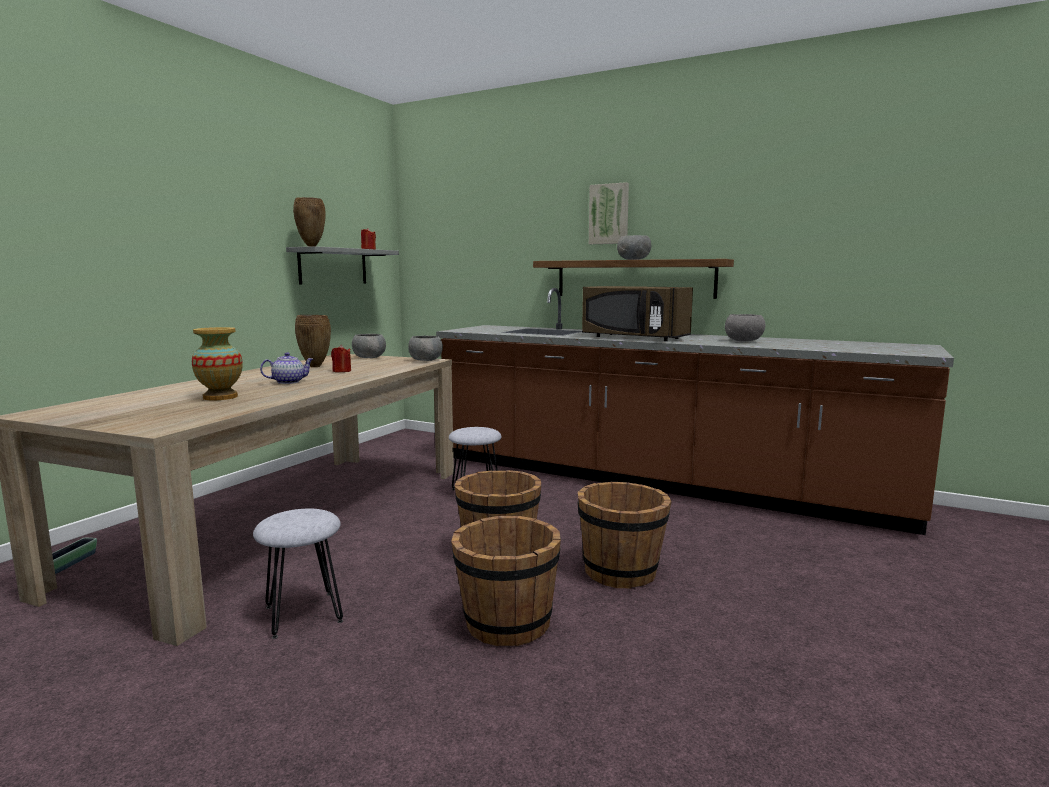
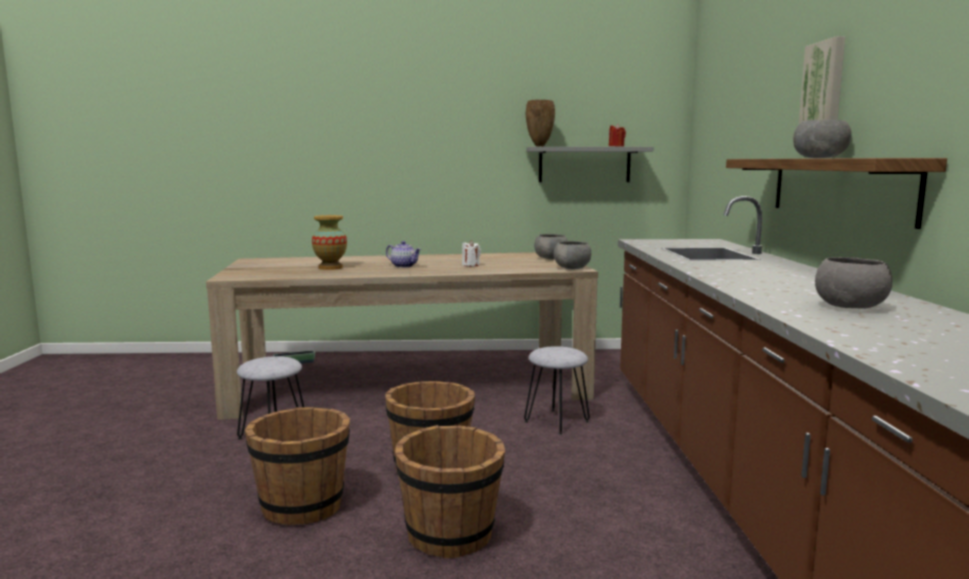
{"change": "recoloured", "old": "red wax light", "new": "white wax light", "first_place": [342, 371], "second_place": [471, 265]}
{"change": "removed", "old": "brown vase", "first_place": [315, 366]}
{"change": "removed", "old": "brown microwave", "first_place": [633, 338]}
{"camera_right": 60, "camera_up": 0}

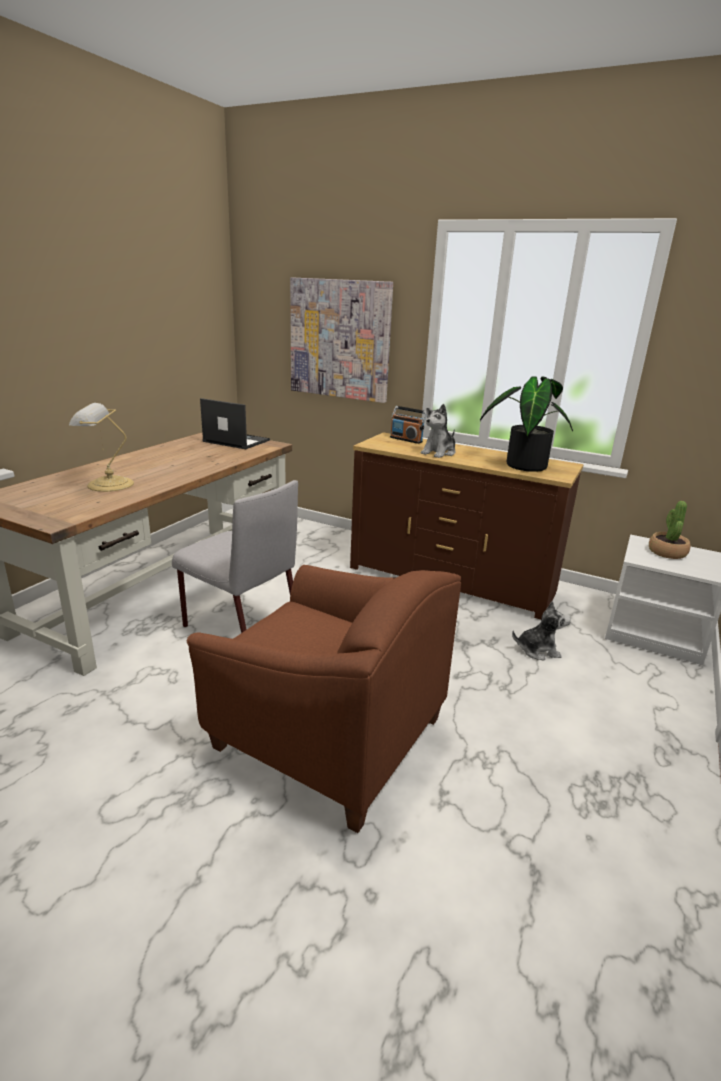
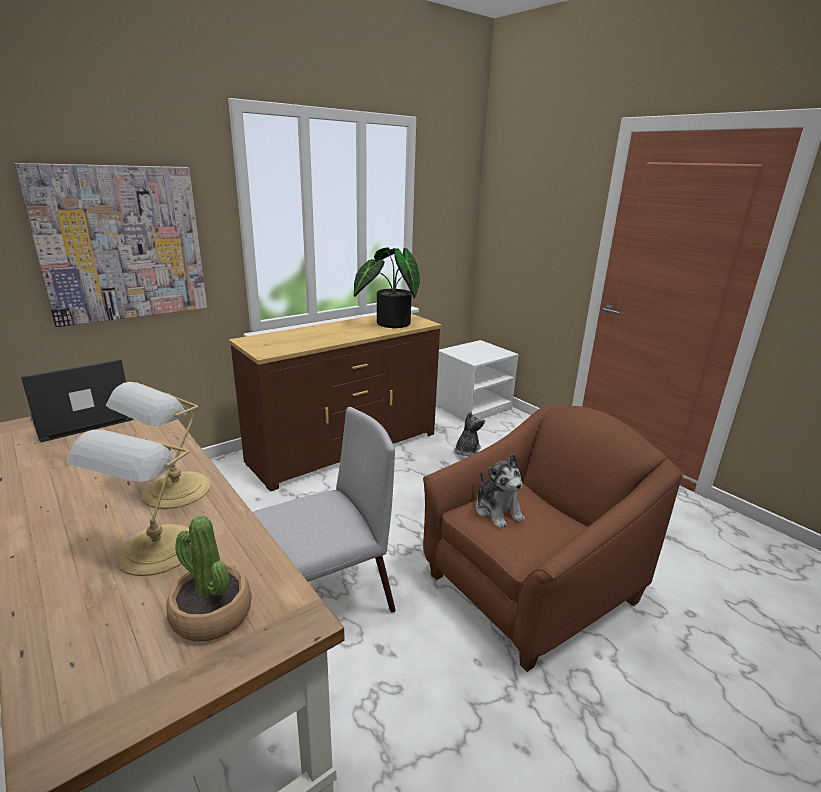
{"change": "added", "new": "lamp for a table", "second_place": [173, 491]}
{"change": "moved", "old": "plant in a pot", "first_place": [667, 552], "second_place": [211, 614]}
{"change": "moved", "old": "soft toy", "first_place": [439, 453], "second_place": [498, 511]}
{"change": "removed", "old": "radio receiver", "first_place": [406, 439]}
{"camera_right": -65, "camera_up": 0}

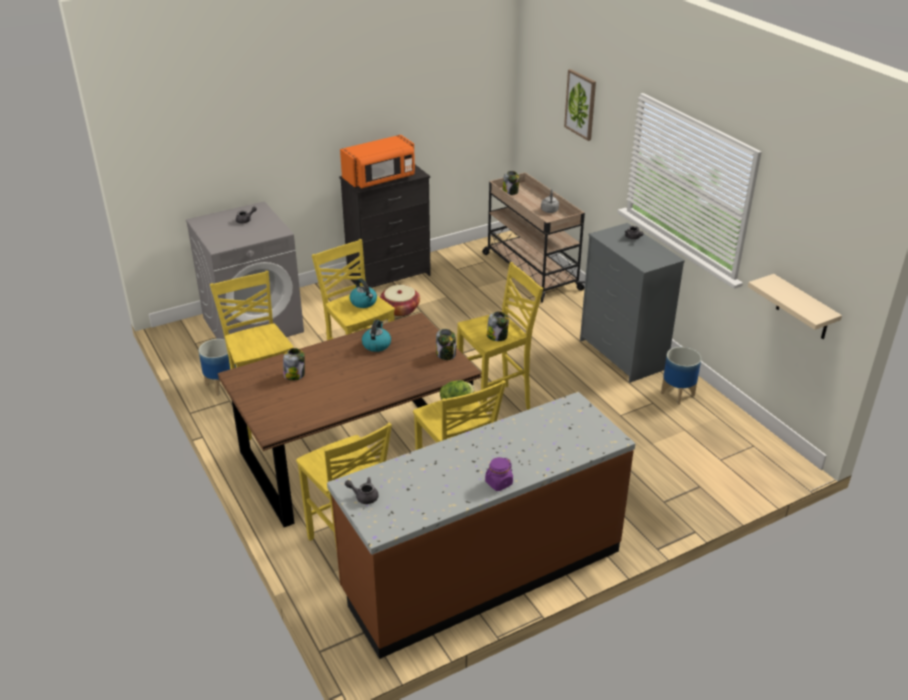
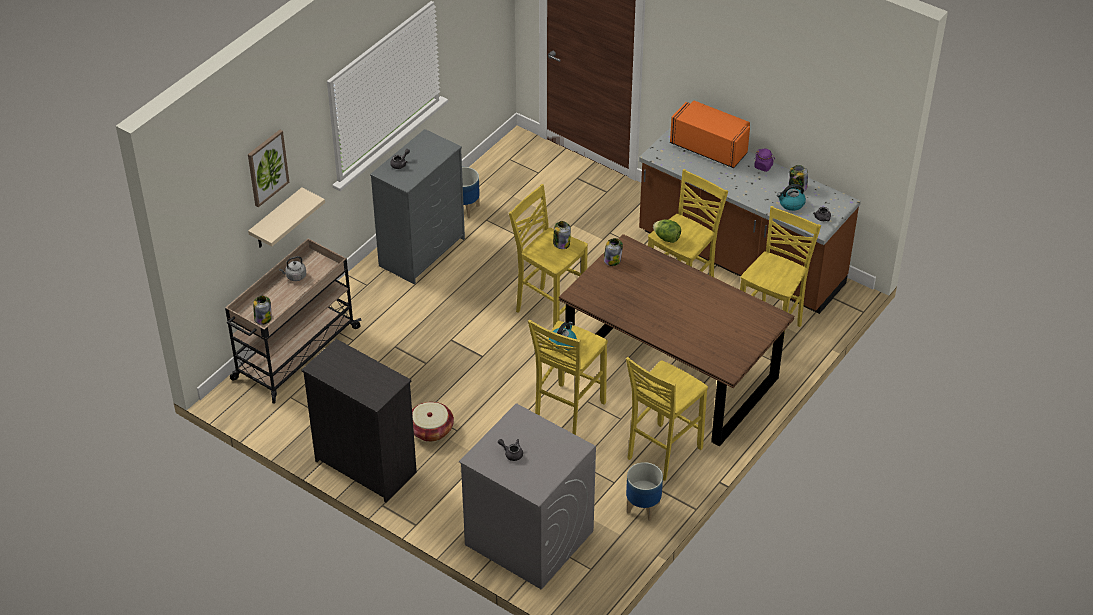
{"change": "moved", "old": "beige-coloured bracket shelf", "first_place": [803, 308], "second_place": [276, 220]}
{"change": "moved", "old": "orange-coloured microwave", "first_place": [380, 179], "second_place": [710, 148]}
{"change": "moved", "old": "water kettle", "first_place": [376, 344], "second_place": [791, 204]}
{"change": "moved", "old": "storage jar", "first_place": [294, 375], "second_place": [797, 187]}
{"camera_right": -115, "camera_up": 10}

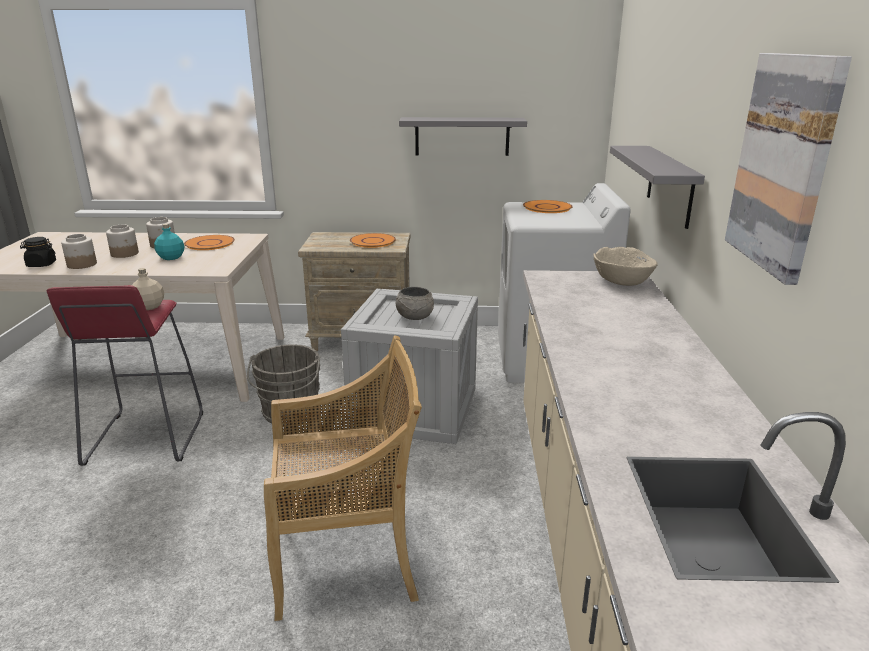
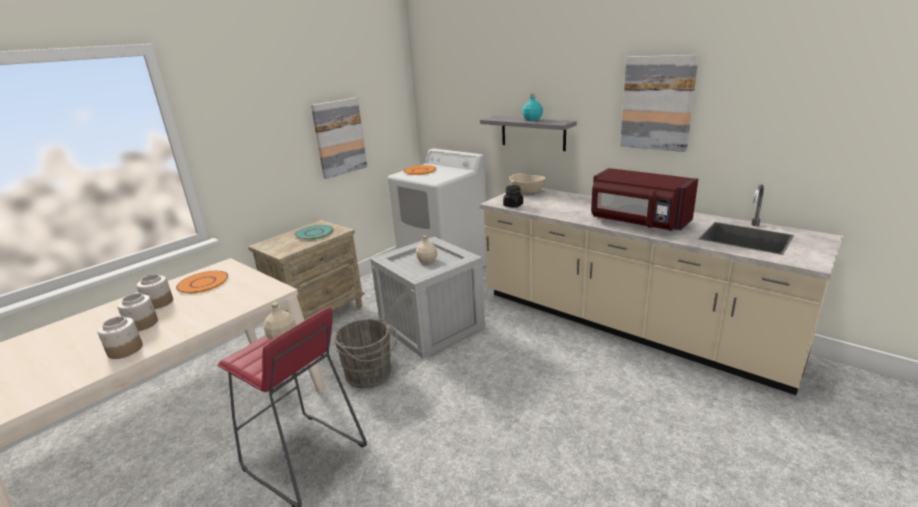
{"change": "recoloured", "old": "orange-coloured flat dish", "new": "turquoise flat dish", "first_place": [373, 241], "second_place": [314, 233]}
{"change": "replaced", "old": "greyish bracket shelf", "new": "wall art", "first_place": [462, 136], "second_place": [339, 137]}
{"change": "replaced", "old": "greyish deep dish", "new": "beige-coloured beverage bottle", "first_place": [414, 317], "second_place": [427, 261]}
{"change": "moved", "old": "blackish storage jar", "first_place": [41, 264], "second_place": [513, 205]}
{"change": "moved", "old": "turquoise beverage bottle", "first_place": [171, 257], "second_place": [532, 120]}
{"change": "added", "new": "red microwave", "second_place": [637, 222]}
{"change": "removed", "old": "beige-coloured upright chair", "first_place": [347, 558]}
{"camera_right": -50, "camera_up": 0}

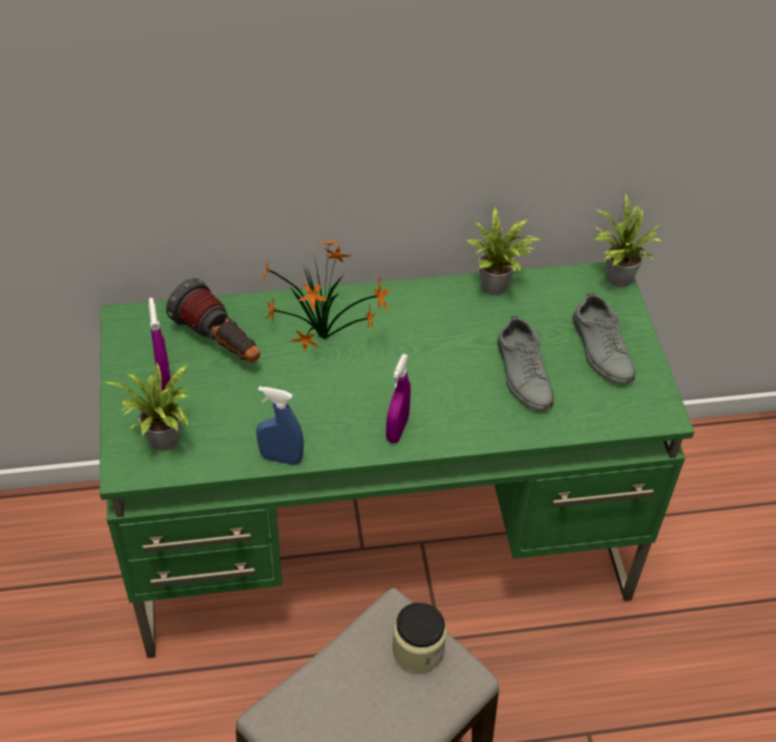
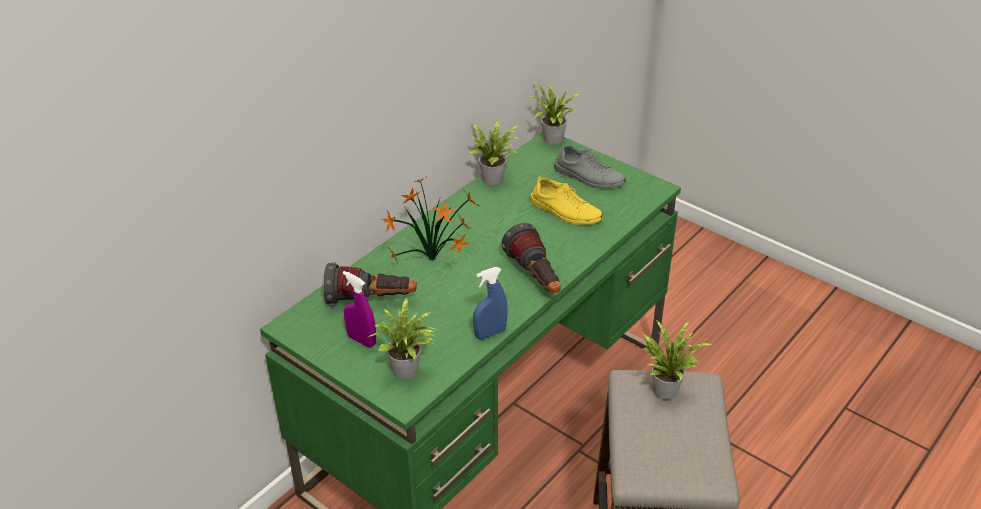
{"change": "replaced", "old": "purplish spray bottle", "new": "hand torch", "first_place": [397, 429], "second_place": [535, 278]}
{"change": "recoloured", "old": "greyish low shoe", "new": "yellow low shoe", "first_place": [523, 373], "second_place": [565, 211]}
{"change": "replaced", "old": "storage jar", "new": "plant in a pot", "first_place": [418, 650], "second_place": [664, 388]}
{"camera_right": -40, "camera_up": -10}

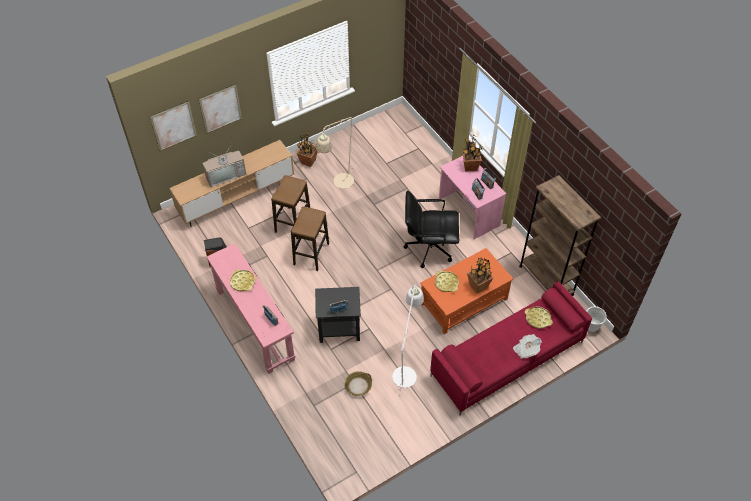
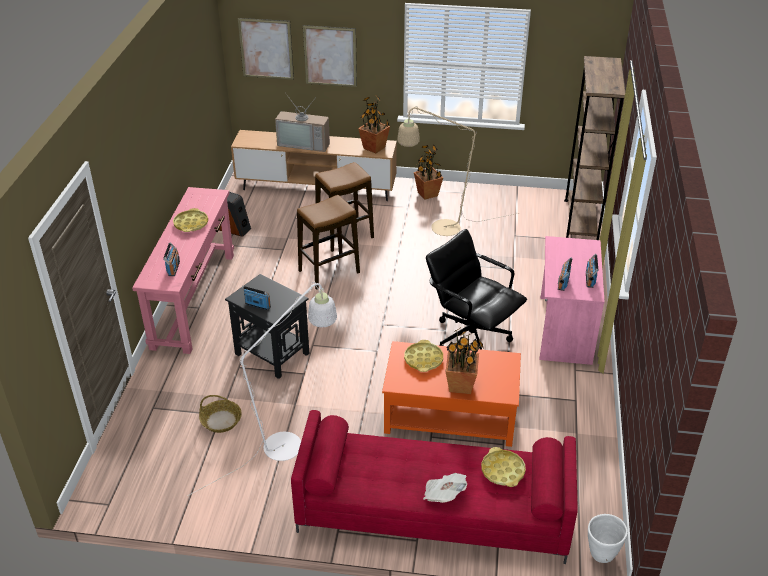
{"change": "moved", "old": "plant in a pot", "first_place": [470, 167], "second_place": [374, 148]}
{"change": "moved", "old": "brown shelving unit", "first_place": [546, 280], "second_place": [581, 221]}
{"camera_right": 40, "camera_up": -15}

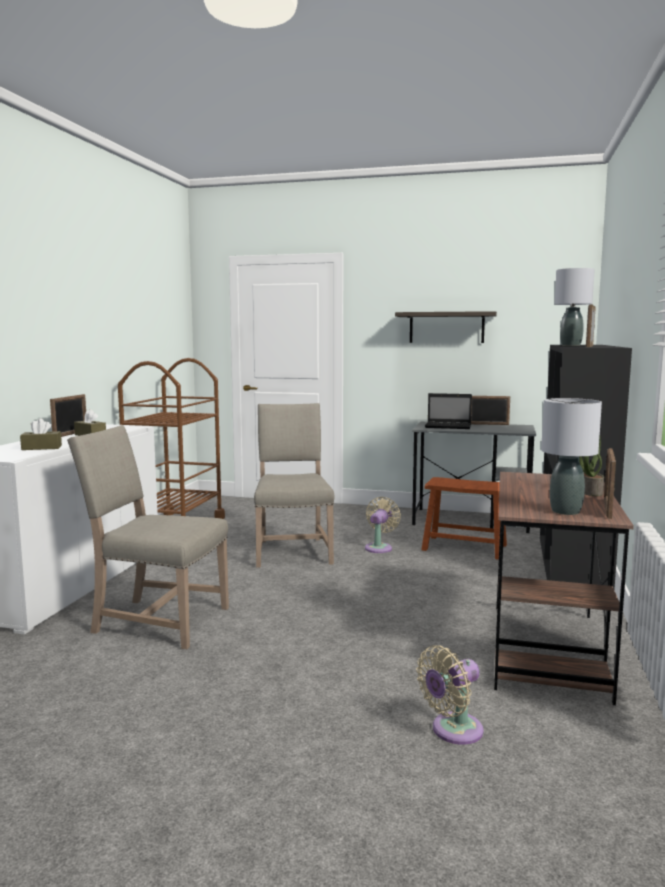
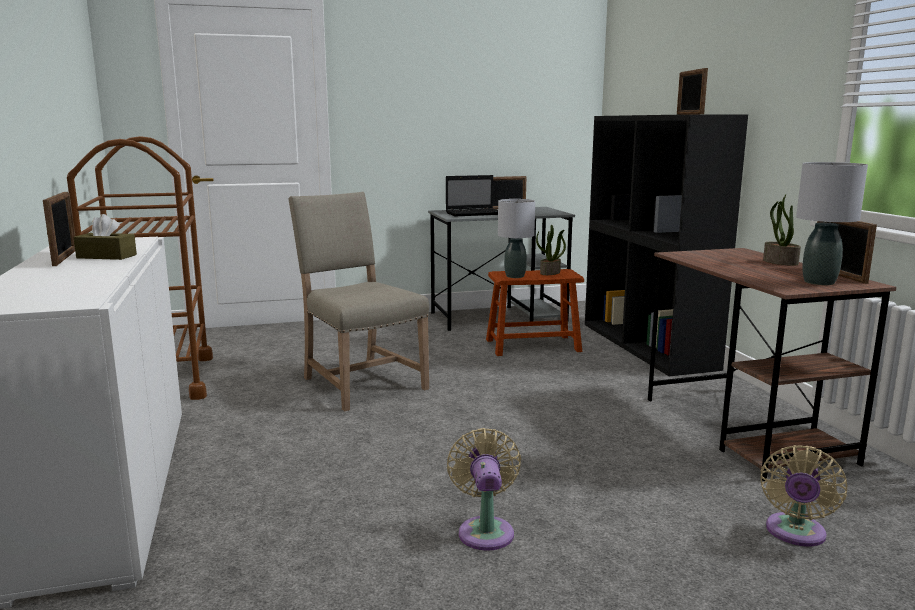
{"change": "moved", "old": "beige-coloured fan", "first_place": [379, 547], "second_place": [485, 530]}
{"change": "moved", "old": "greyish lamp for a table", "first_place": [571, 345], "second_place": [515, 276]}
{"change": "added", "new": "plant in a pot", "second_place": [550, 273]}
{"change": "removed", "old": "brown box of tissues", "first_place": [41, 448]}
{"change": "removed", "old": "beige-coloured upright chair", "first_place": [156, 621]}
{"change": "removed", "old": "bracket shelf", "first_place": [446, 327]}
{"camera_right": -30, "camera_up": 5}

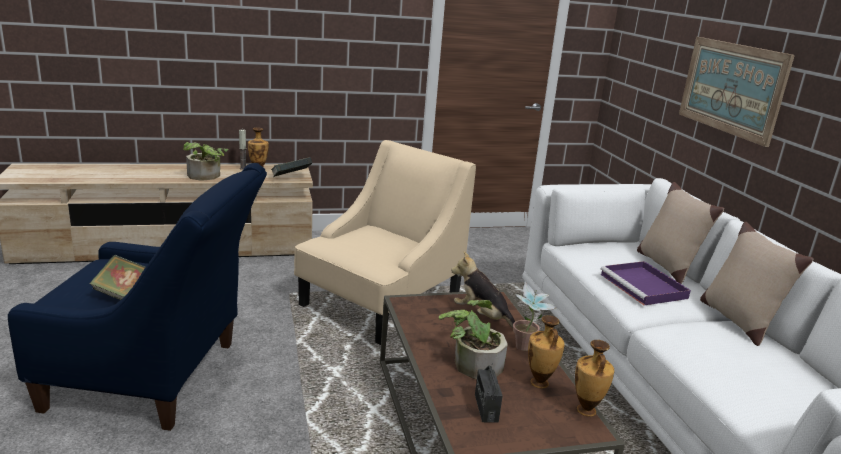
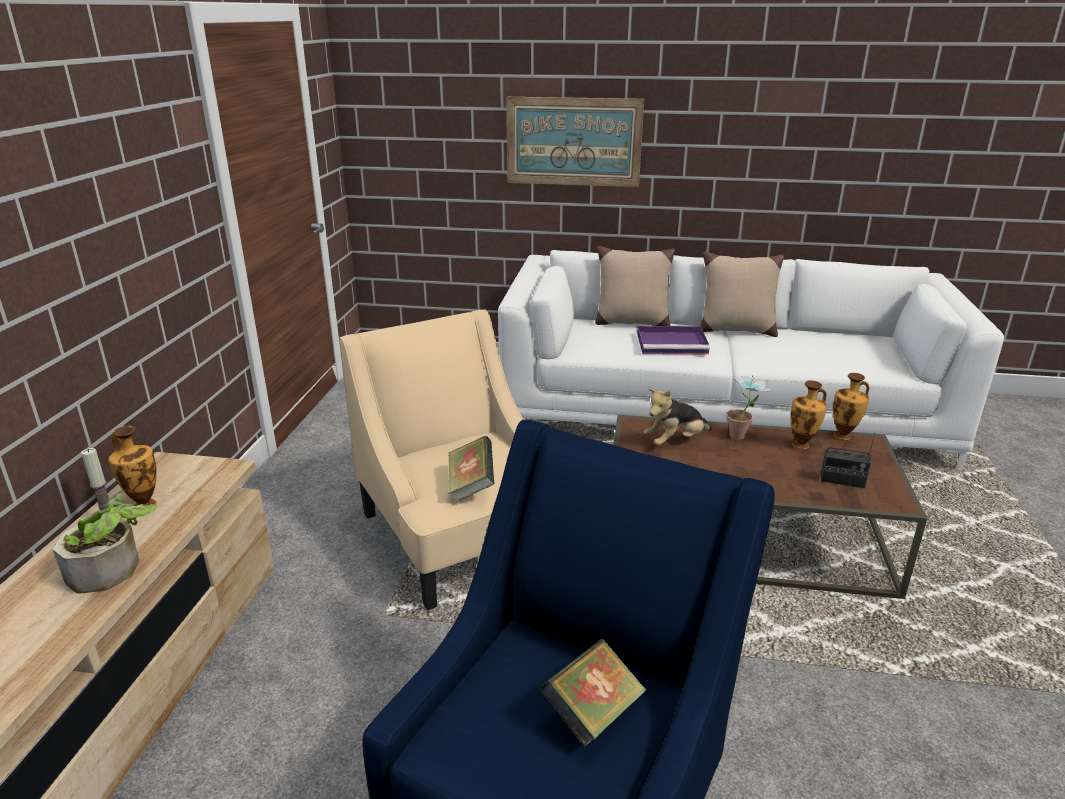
{"change": "moved", "old": "book", "first_place": [291, 178], "second_place": [471, 486]}
{"change": "removed", "old": "plant in a pot", "first_place": [472, 362]}
{"camera_right": -65, "camera_up": 5}

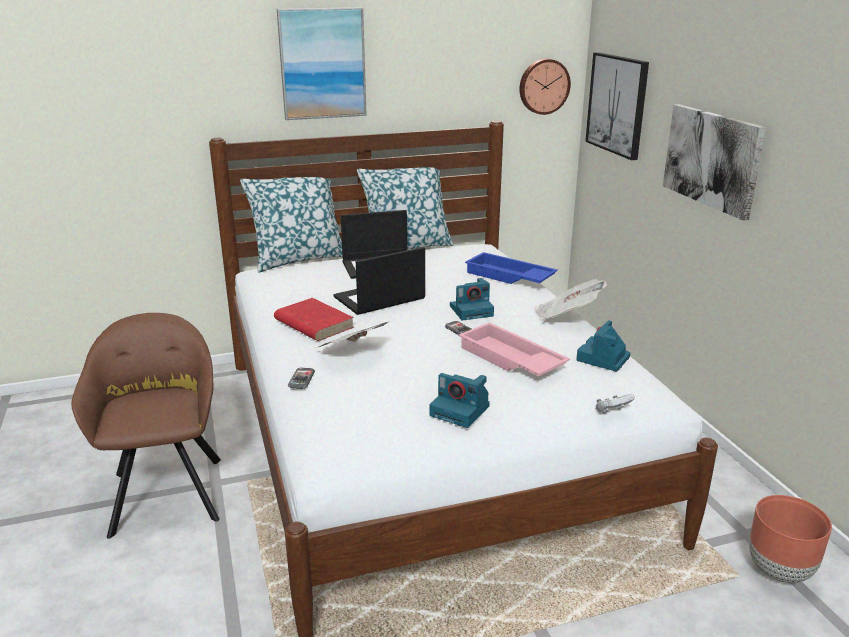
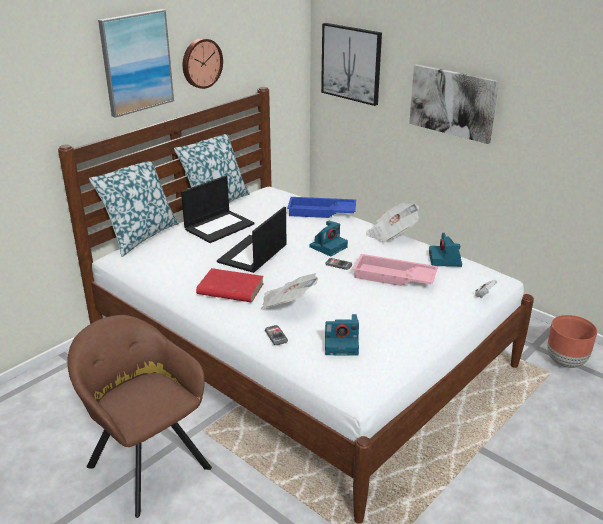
{"change": "moved", "old": "clock on the wall", "first_place": [543, 86], "second_place": [201, 63]}
{"change": "moved", "old": "photo camera", "first_place": [461, 411], "second_place": [342, 344]}
{"camera_right": -30, "camera_up": 5}

